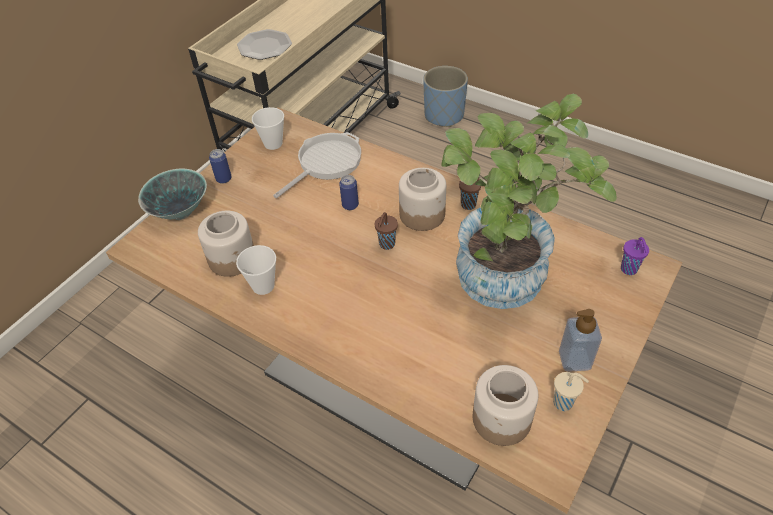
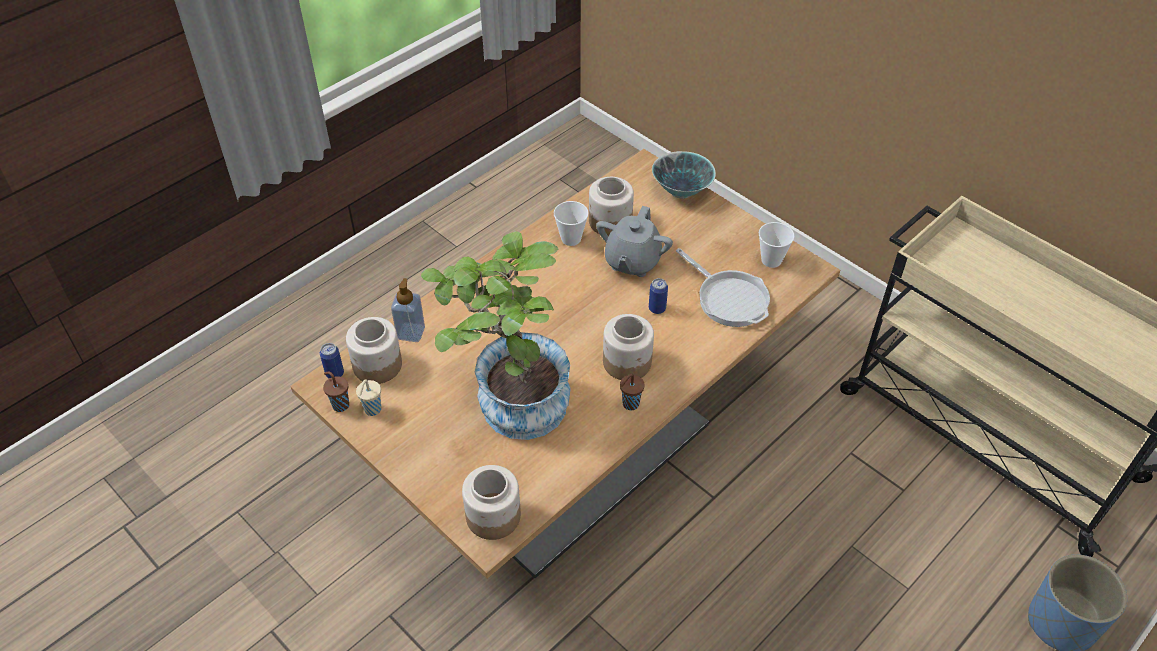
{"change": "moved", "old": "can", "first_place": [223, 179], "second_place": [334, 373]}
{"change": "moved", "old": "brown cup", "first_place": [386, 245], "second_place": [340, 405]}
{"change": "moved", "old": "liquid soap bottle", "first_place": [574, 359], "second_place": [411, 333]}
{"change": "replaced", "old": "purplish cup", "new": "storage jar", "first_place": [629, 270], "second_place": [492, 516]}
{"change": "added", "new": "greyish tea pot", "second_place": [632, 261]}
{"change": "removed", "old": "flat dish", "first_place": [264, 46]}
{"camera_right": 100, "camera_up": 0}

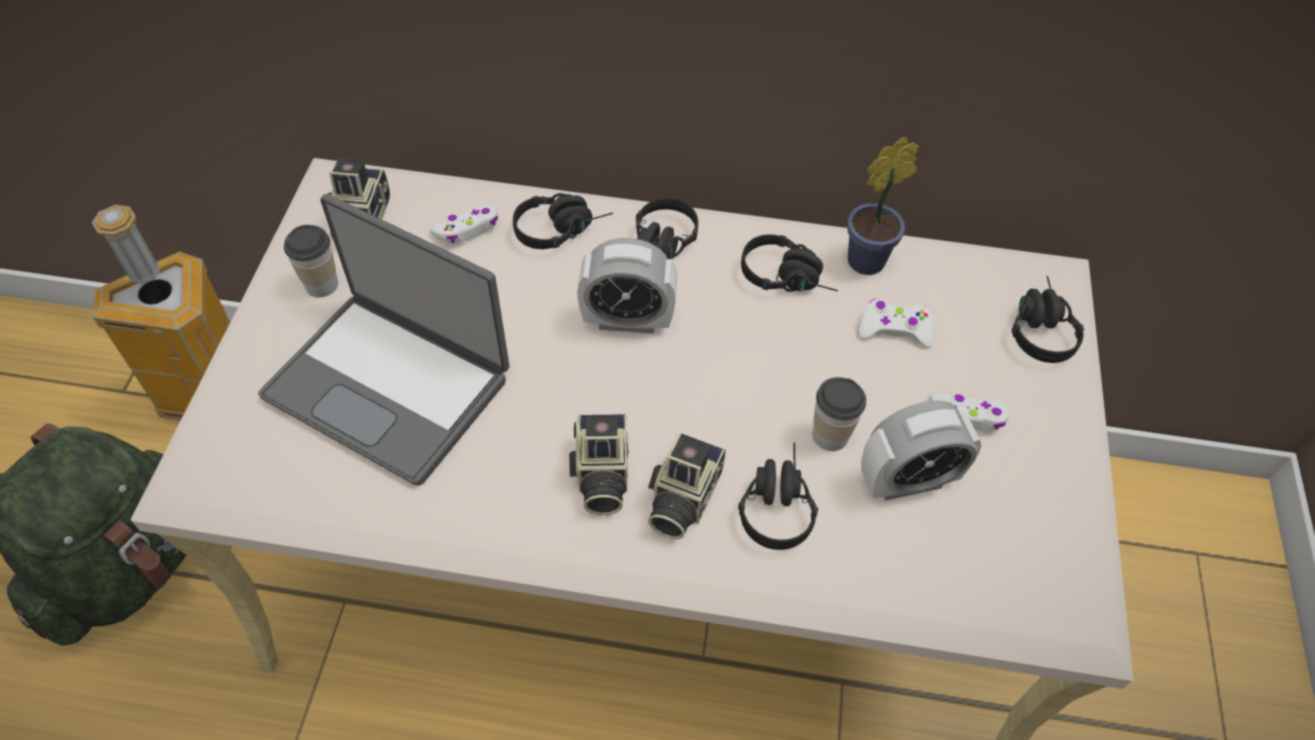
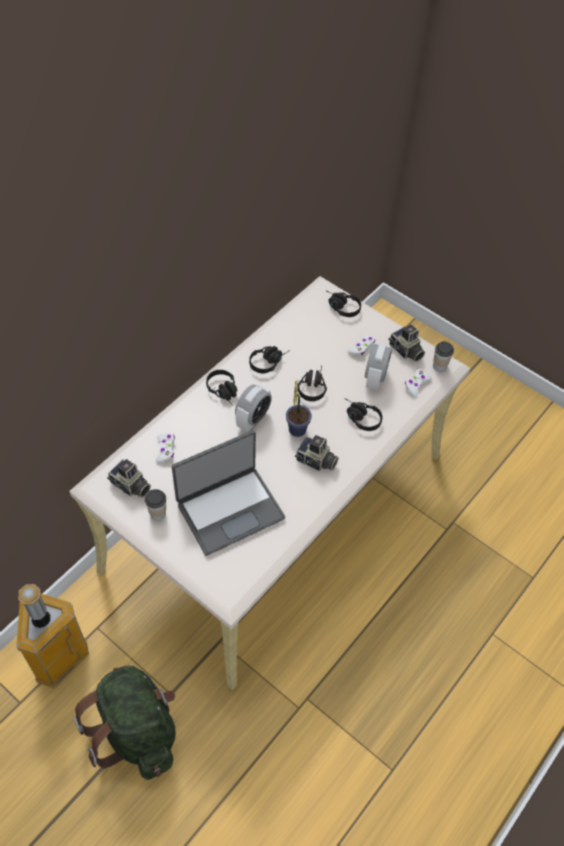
{"change": "moved", "old": "plant in a pot", "first_place": [870, 259], "second_place": [297, 428]}
{"change": "moved", "old": "blackish headset", "first_place": [562, 228], "second_place": [312, 386]}
{"change": "moved", "old": "photo camera", "first_place": [681, 498], "second_place": [405, 351]}
{"change": "moved", "old": "white joypad", "first_place": [894, 329], "second_place": [416, 384]}
{"change": "moved", "old": "cup", "first_place": [830, 435], "second_place": [439, 366]}
{"camera_right": -60, "camera_up": 0}

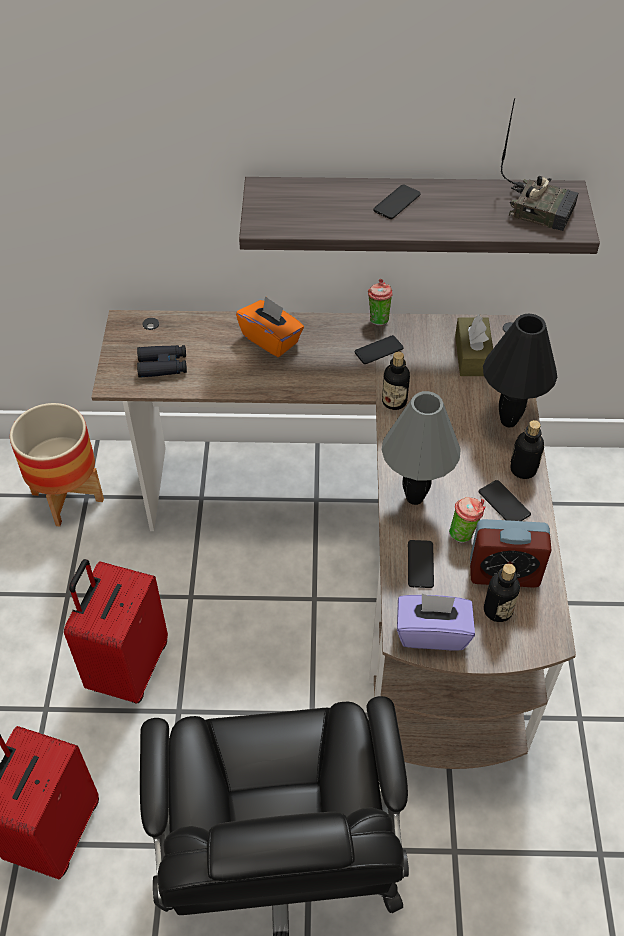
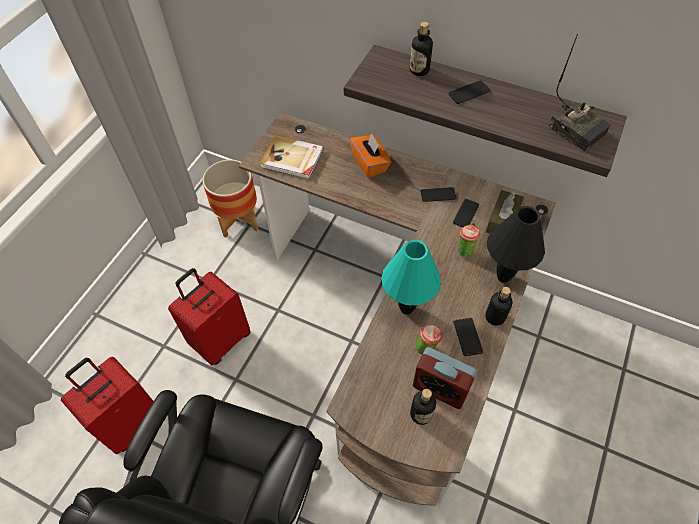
{"change": "replaced", "old": "blackish binoculars", "new": "book", "first_place": [163, 365], "second_place": [292, 159]}
{"change": "recoloured", "old": "greyish lamp for a table", "new": "turquoise lamp for a table", "first_place": [415, 498], "second_place": [406, 309]}
{"change": "moved", "old": "beverage bottle", "first_place": [394, 401], "second_place": [419, 70]}
{"change": "moved", "old": "handset", "first_place": [420, 564], "second_place": [466, 214]}
{"change": "moved", "old": "cup", "first_place": [378, 318], "second_place": [465, 249]}
{"change": "removed", "old": "purplish box of tissues", "first_place": [432, 632]}
{"camera_right": 25, "camera_up": 5}

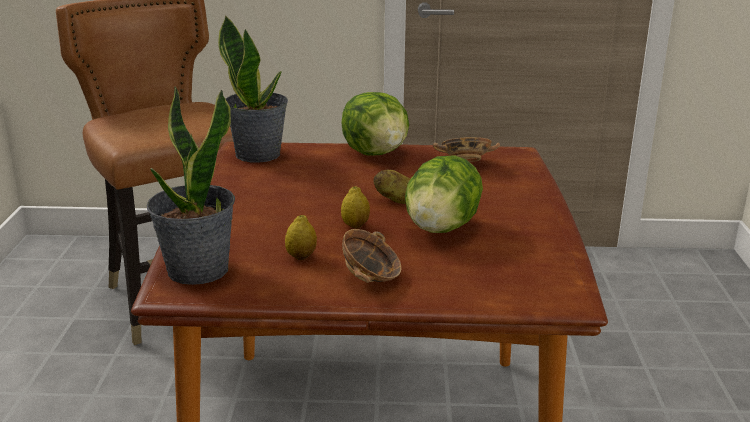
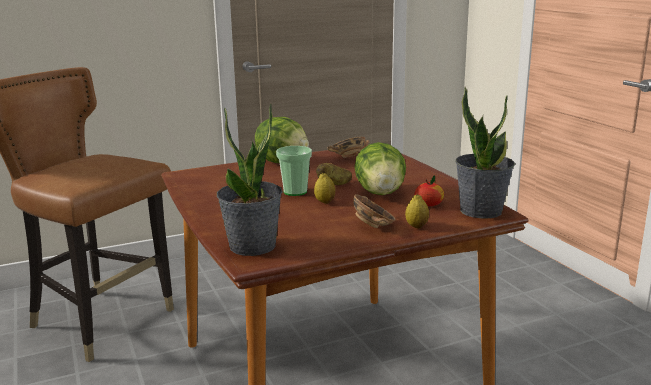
{"change": "added", "new": "cup", "second_place": [295, 192]}
{"change": "moved", "old": "lemon", "first_place": [301, 256], "second_place": [416, 226]}
{"change": "added", "new": "apple", "second_place": [428, 204]}
{"change": "moved", "old": "plant in a pot", "first_place": [258, 154], "second_place": [481, 210]}
{"camera_right": -25, "camera_up": -5}

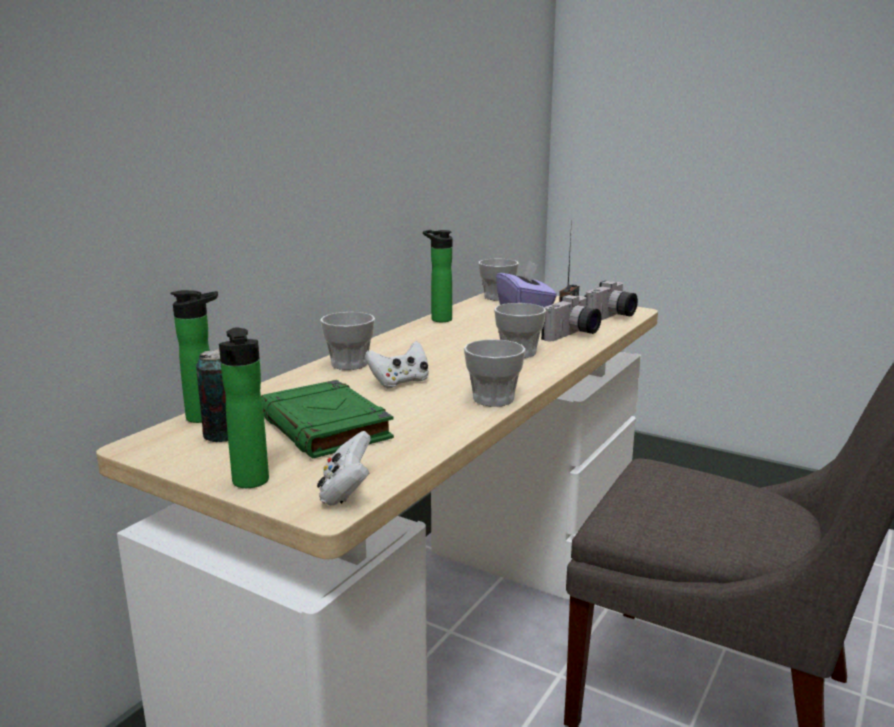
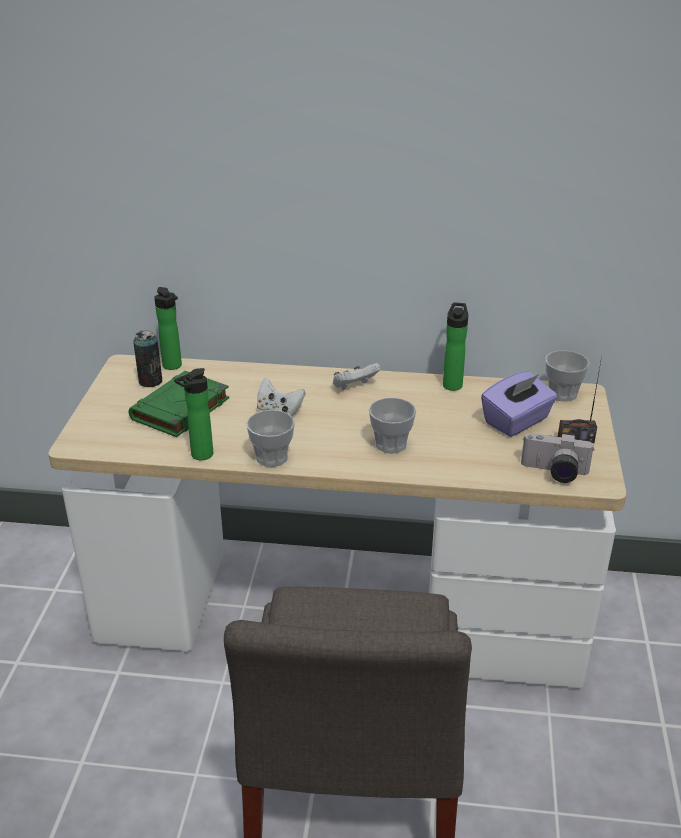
{"change": "moved", "old": "beverage bottle", "first_place": [251, 483], "second_place": [199, 456]}
{"change": "moved", "old": "white joypad", "first_place": [346, 492], "second_place": [354, 387]}
{"change": "removed", "old": "cup", "first_place": [349, 364]}
{"change": "removed", "old": "photo camera", "first_place": [573, 335]}
{"camera_right": 65, "camera_up": 15}

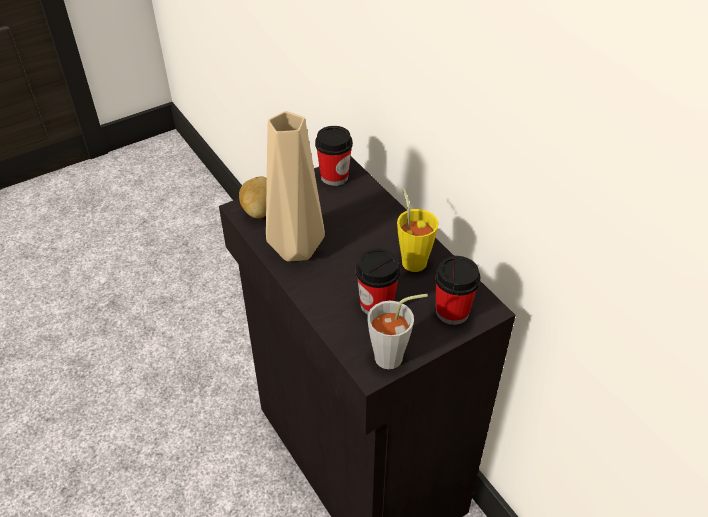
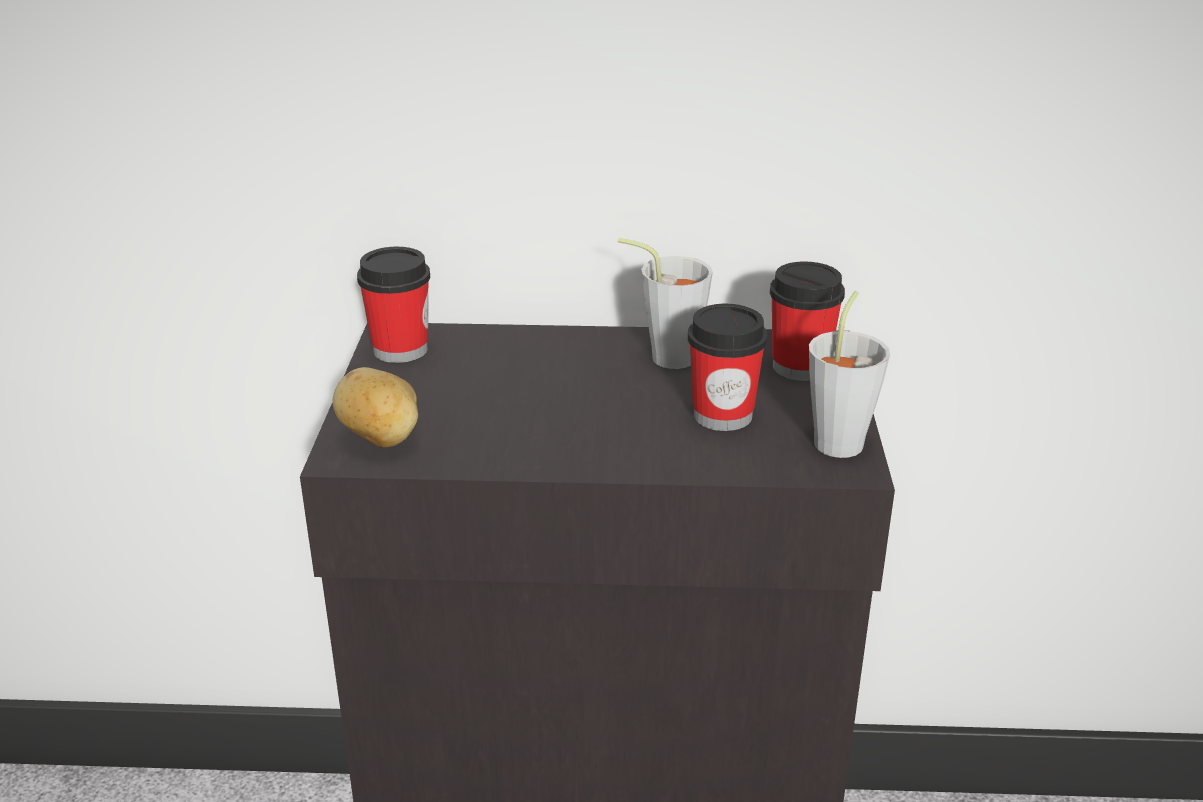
{"change": "recoloured", "old": "yellow cup", "new": "greyish cup", "first_place": [413, 258], "second_place": [664, 356]}
{"change": "removed", "old": "beige-coloured vase", "first_place": [294, 250]}
{"camera_right": -55, "camera_up": -15}

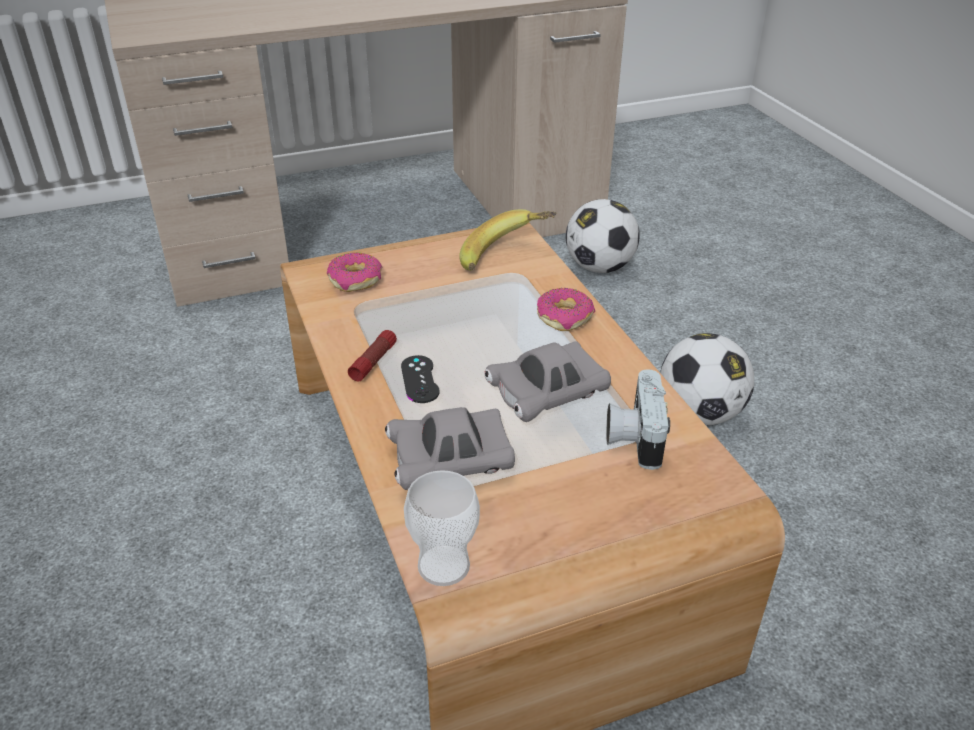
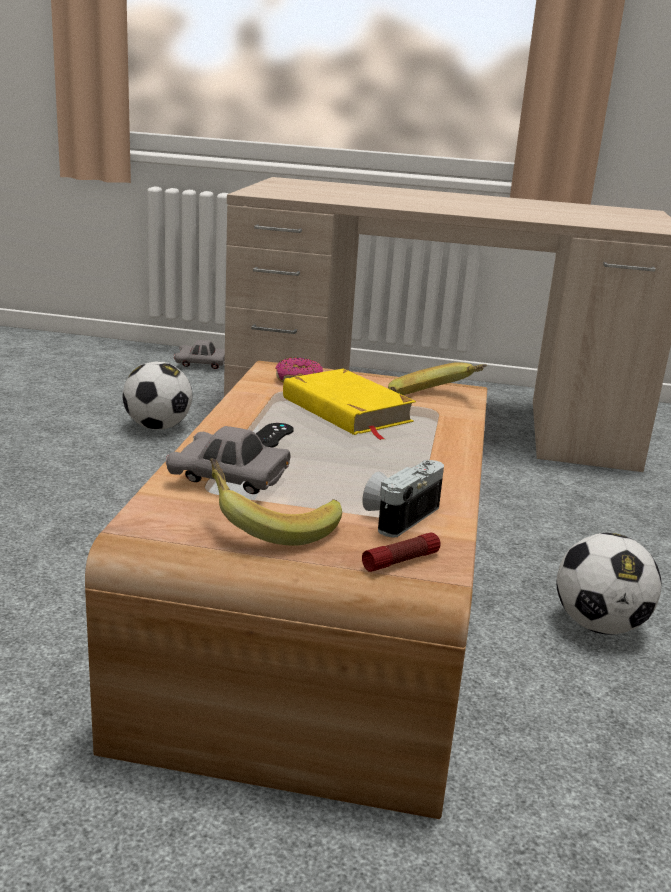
{"change": "moved", "old": "football", "first_place": [599, 267], "second_place": [158, 427]}
{"change": "moved", "old": "greyish toy car", "first_place": [547, 396], "second_place": [201, 365]}
{"change": "added", "new": "whole banana", "second_place": [270, 526]}
{"change": "added", "new": "yellow book", "second_place": [346, 410]}
{"change": "moved", "old": "hand torch", "first_place": [373, 362], "second_place": [401, 561]}
{"change": "removed", "old": "cup", "first_place": [443, 565]}
{"change": "removed", "old": "ring doughnut", "first_place": [564, 317]}
{"camera_right": 30, "camera_up": -15}

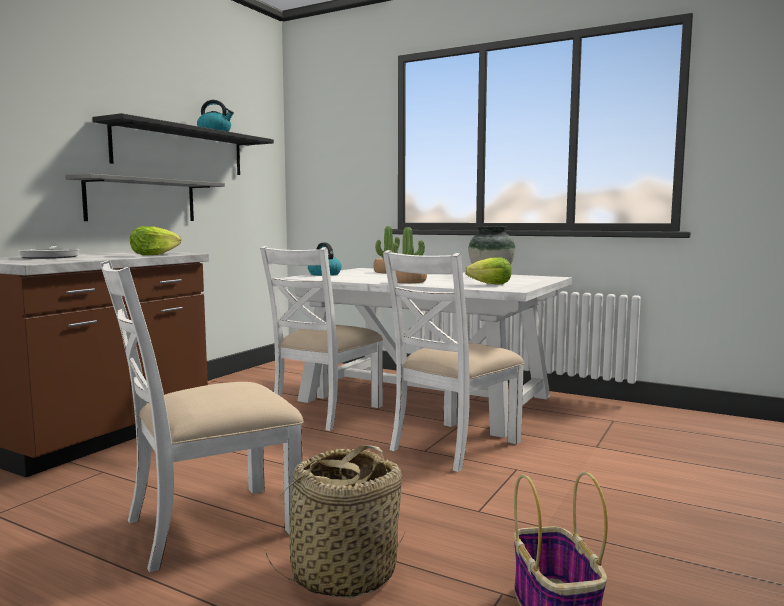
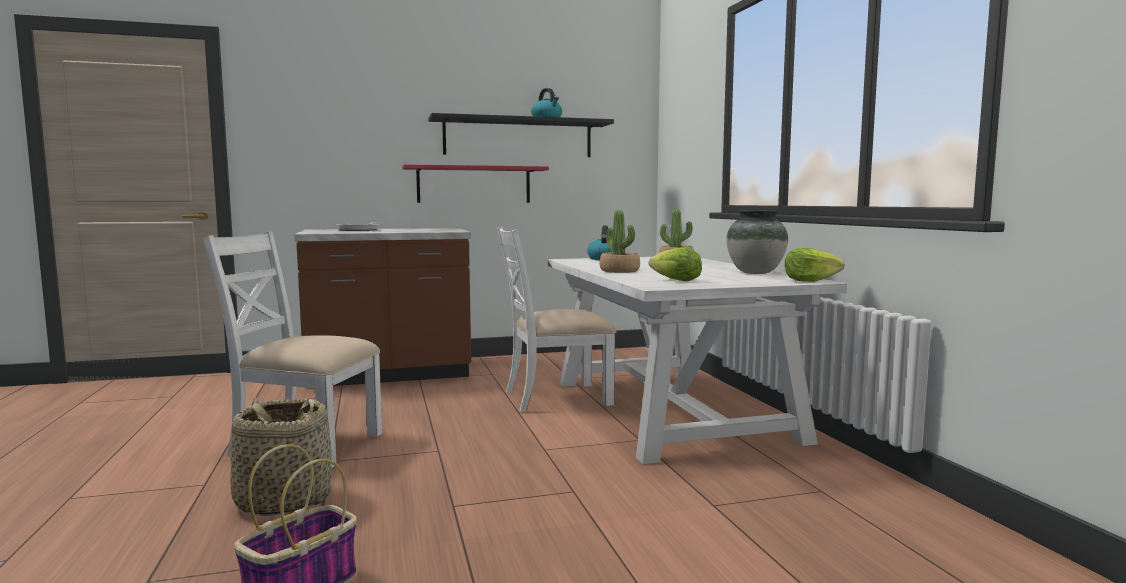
{"change": "recoloured", "old": "greyish bracket shelf", "new": "red bracket shelf", "first_place": [142, 200], "second_place": [474, 184]}
{"change": "moved", "old": "head of lettuce", "first_place": [153, 255], "second_place": [809, 281]}
{"change": "removed", "old": "white upright chair", "first_place": [453, 445]}
{"camera_right": 45, "camera_up": 0}

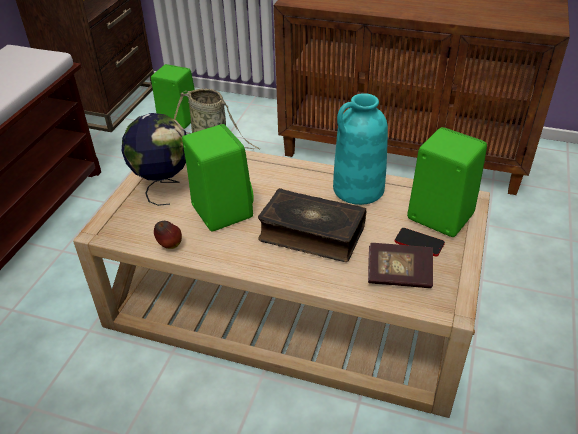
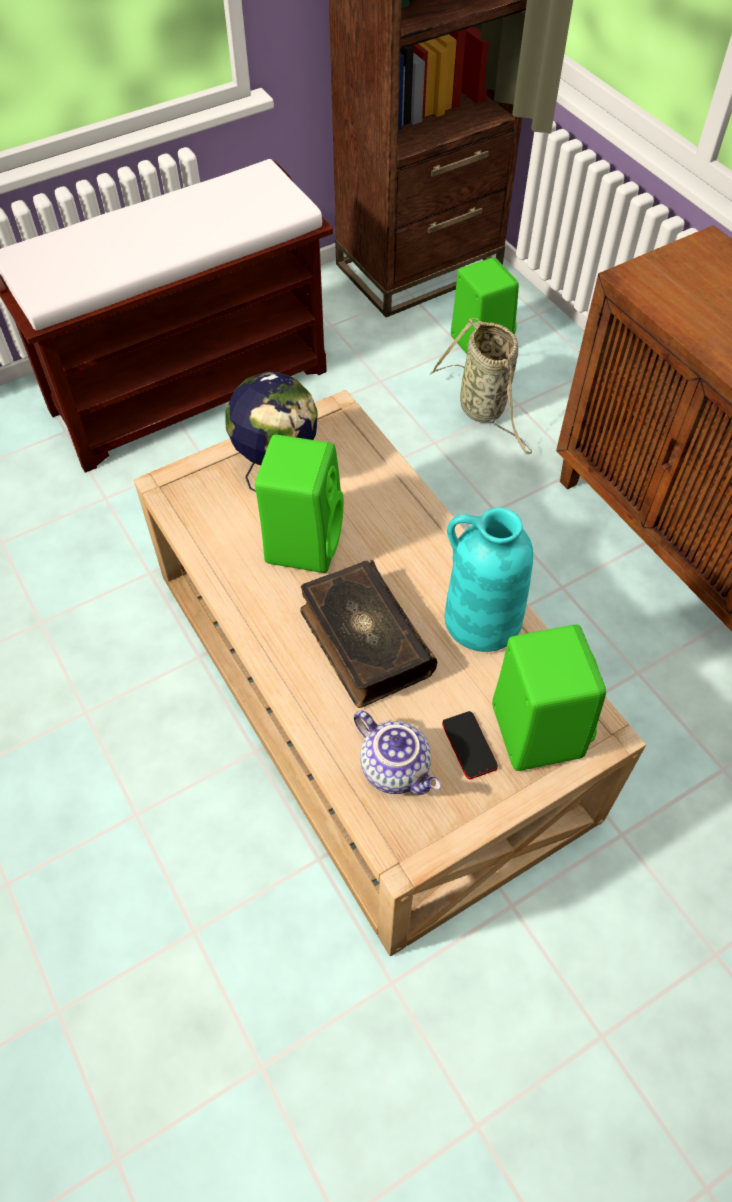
{"change": "replaced", "old": "book", "new": "tea pot", "first_place": [399, 275], "second_place": [396, 768]}
{"change": "removed", "old": "apple", "first_place": [169, 245]}
{"camera_right": 40, "camera_up": 15}

